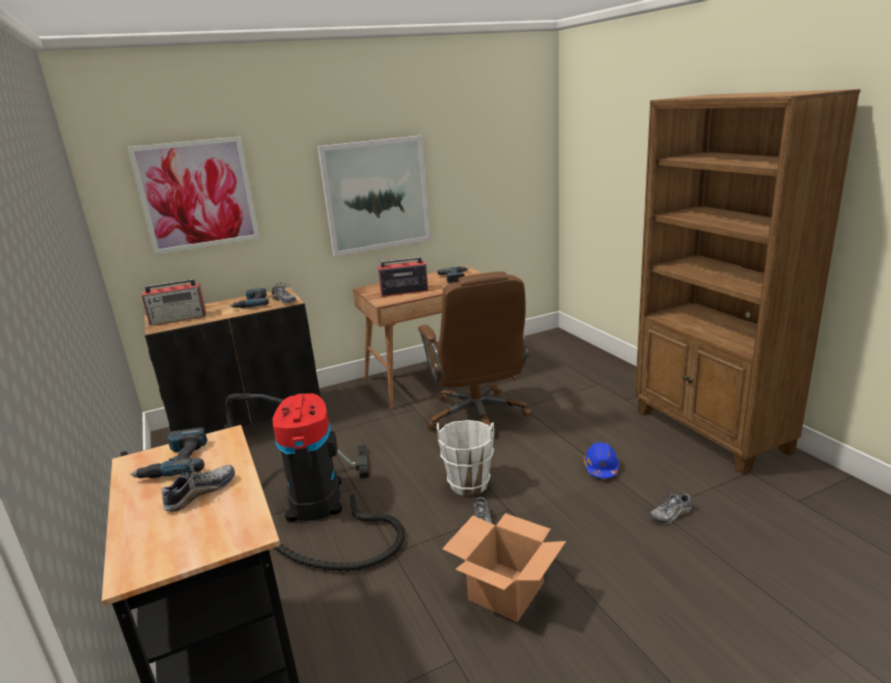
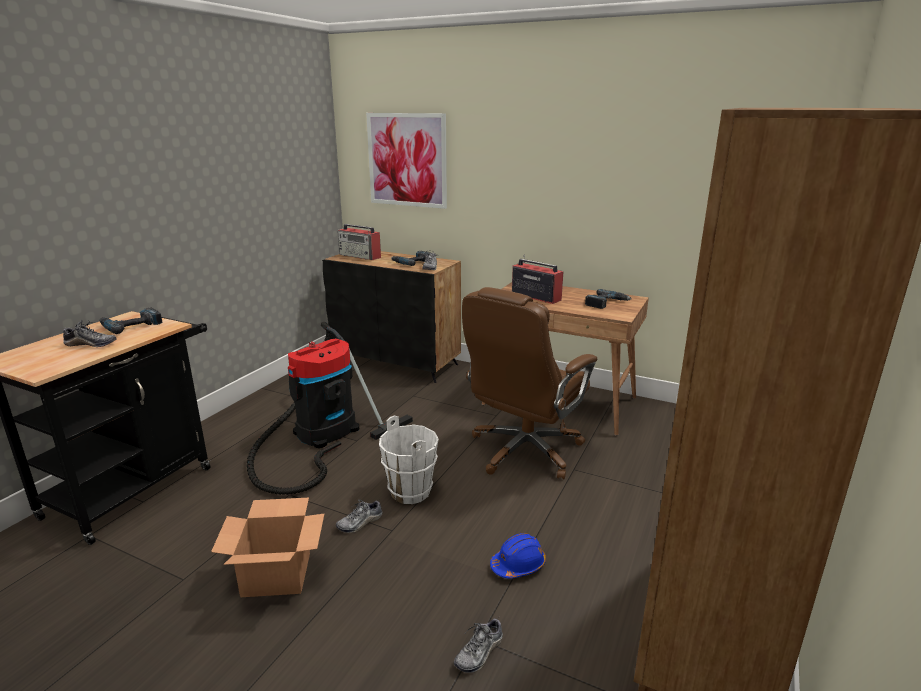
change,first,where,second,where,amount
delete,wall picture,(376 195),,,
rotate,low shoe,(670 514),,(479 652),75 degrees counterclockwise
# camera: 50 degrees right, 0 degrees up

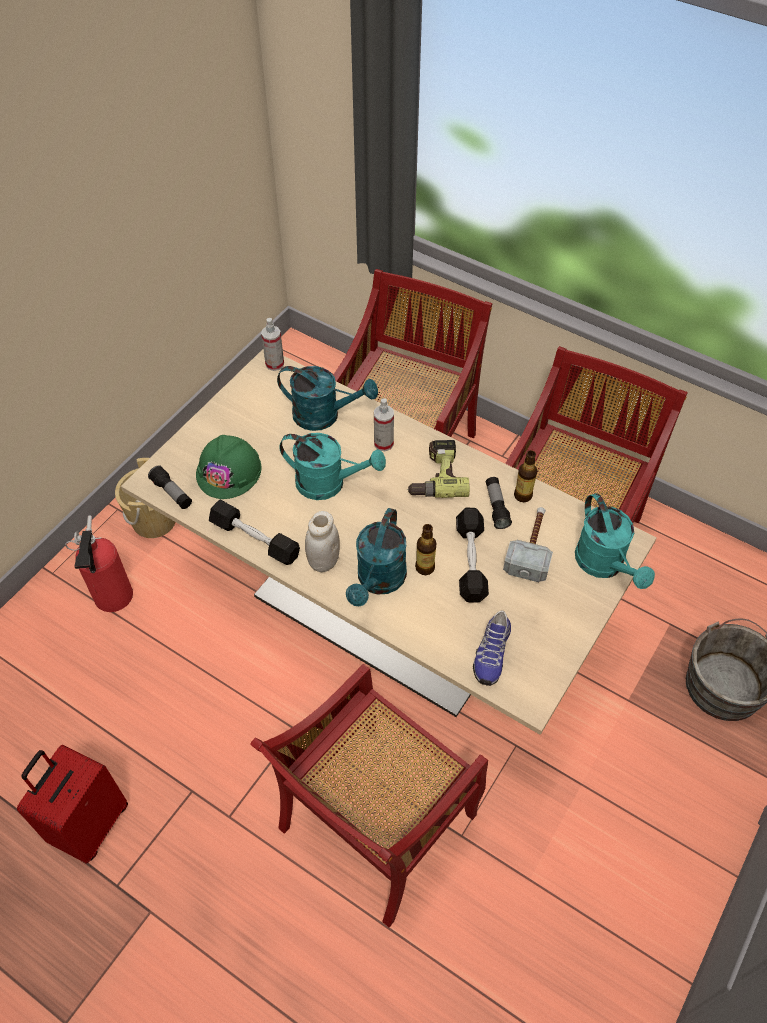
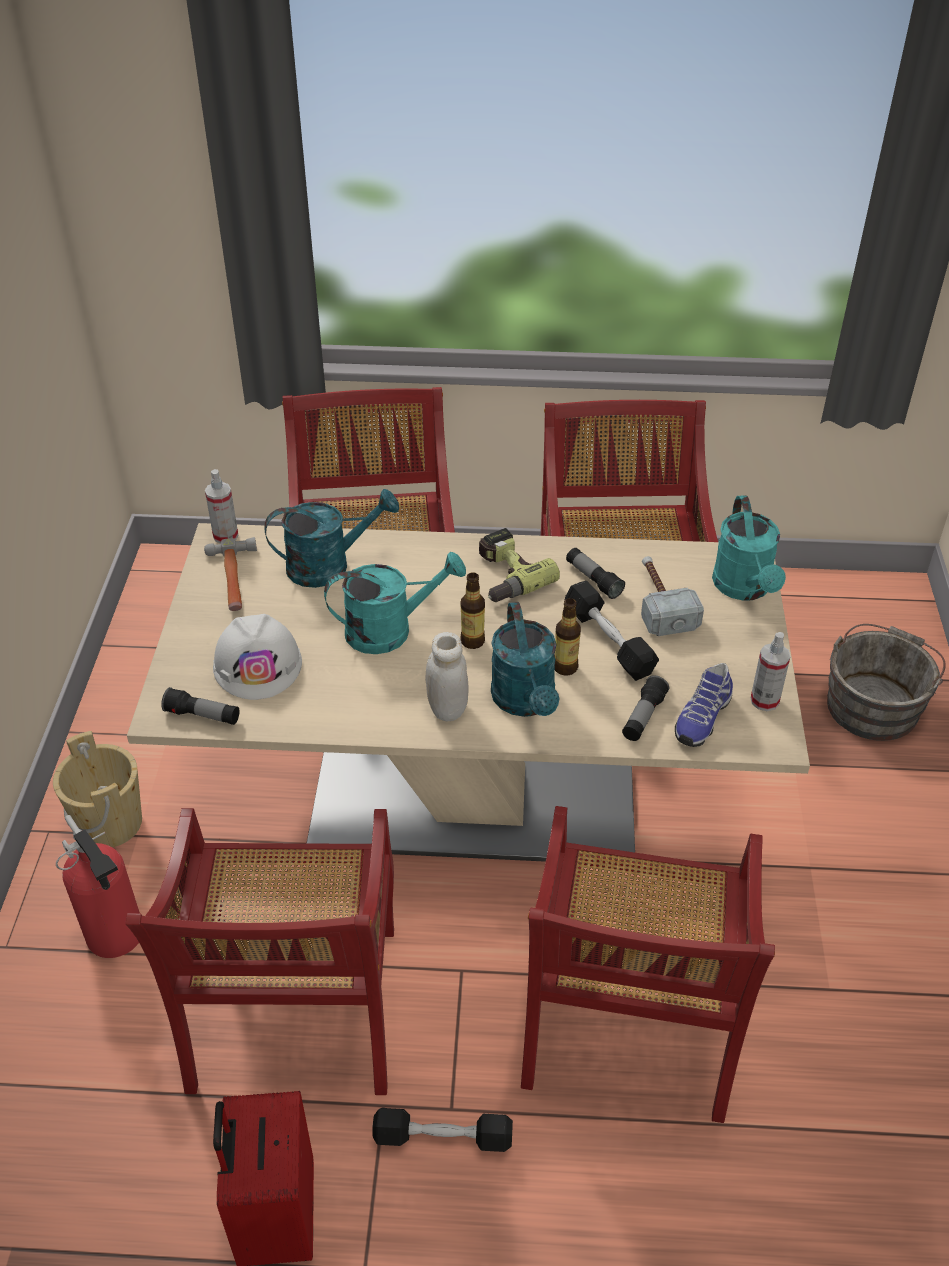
change,first,where,second,where,amount
move,spray bottle,(383 443),,(764 700),
recolor,work helmet (green),(229 471),work helmet (white),(258 664),
move,bottle,(523 495),,(472 641),
rotate,sprinkling can (turquoise),(604 565),,(745 589),45 degrees clockwise
move,hand weight (blackish),(255 539),,(443 1137),
rotate,low shoe,(490 654),,(701 718),45 degrees clockwise
insert,,,tool hammer,(234 580),
insert,,,torch,(643 717),
insert,,,chair (red),(295 1013),
# camera: 30 degrees left, 10 degrees down

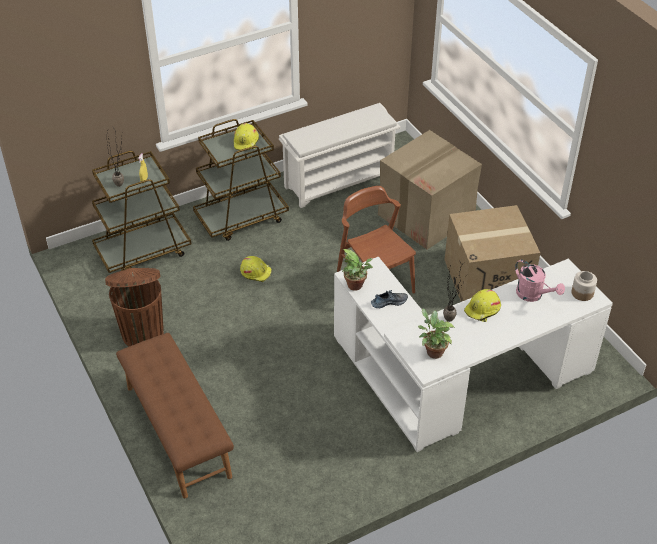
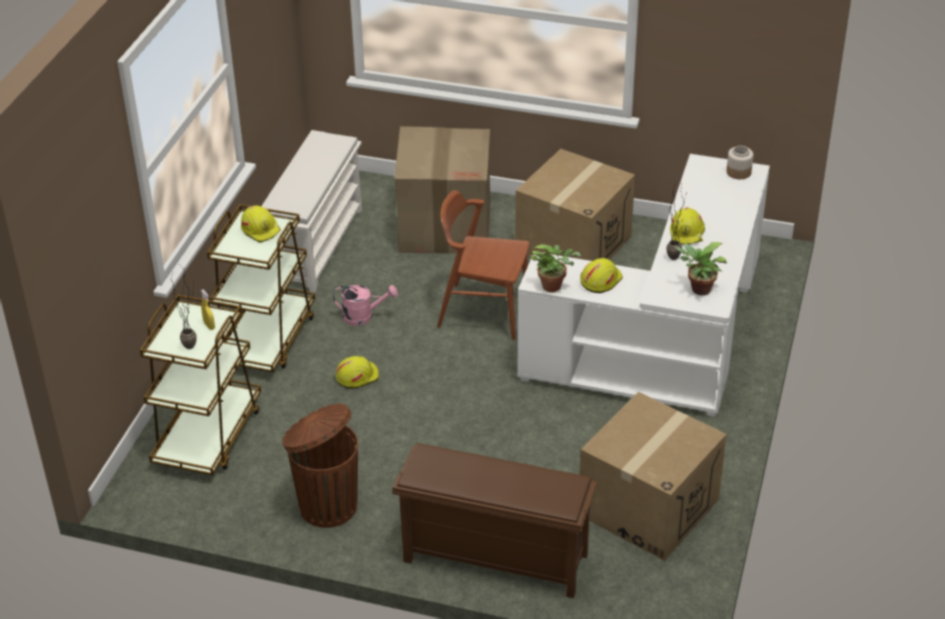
change,first,where,second,where,amount
move,sprinkling can (pink),(533 295),,(363 316),
replace,low shoe,(389 302),work helmet (yellow),(600 280),
replace,indoor bench (brown-coloured),(177 431),shoe stand (brown-coloured),(493 558),
insert,,,cardboard box,(648 506),
# camera: 45 degrees left, 5 degrees down

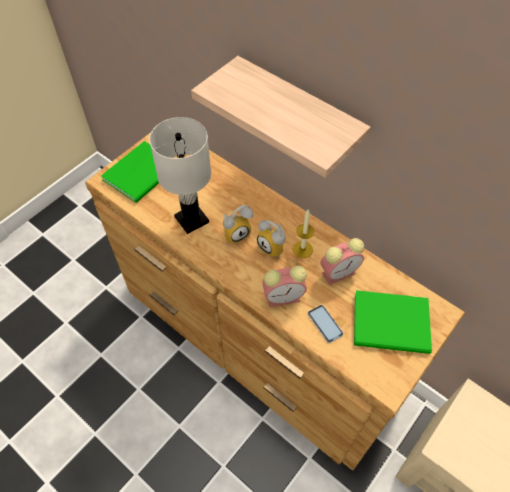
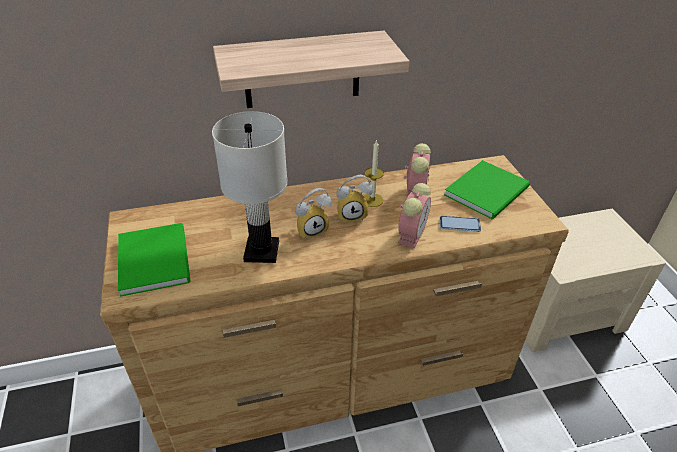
change,first,where,second,where,amount
rotate,bedside clock,(236 233),,(312 229),60 degrees clockwise
# camera: 55 degrees left, 15 degrees down

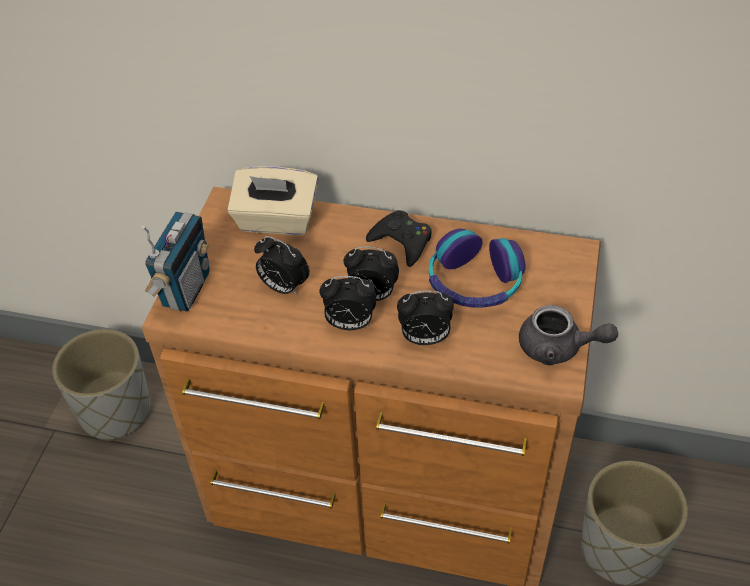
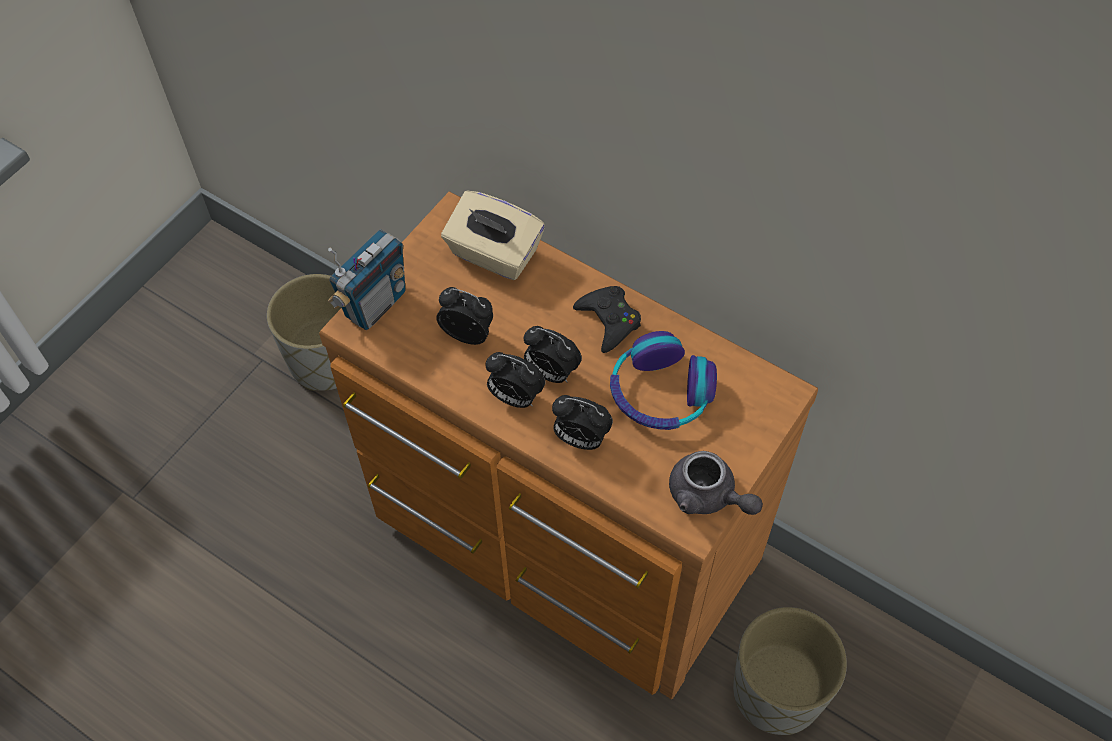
change,first,where,second,where,amount
rotate,bedside clock,(283 287),,(469 334),150 degrees clockwise
# camera: 20 degrees right, 10 degrees up

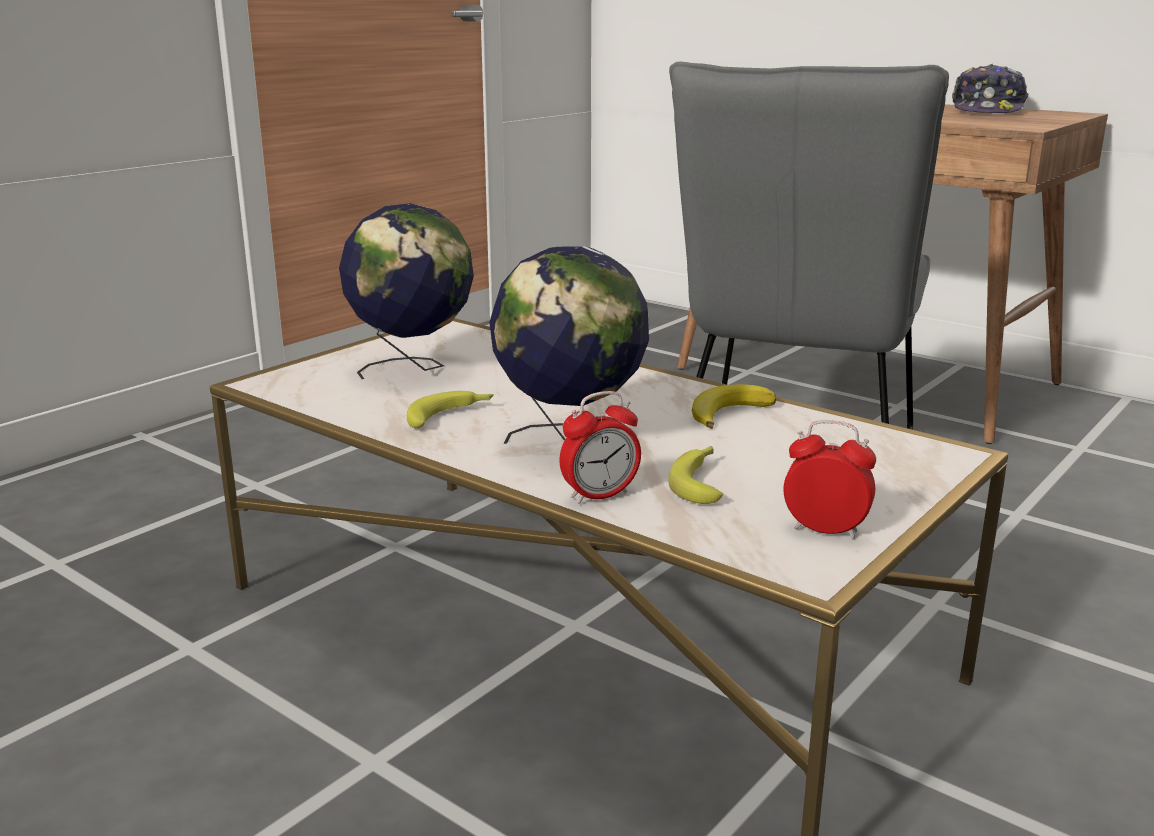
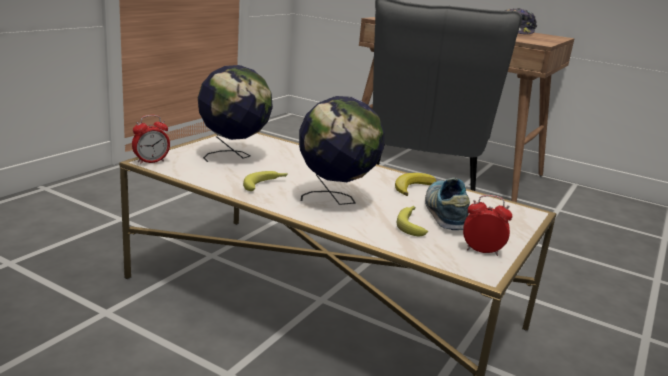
change,first,where,second,where,amount
move,bedside clock,(599 495),,(151 161),
insert,,,low shoe,(445 214),
# camera: 10 degrees left, 0 degrees up

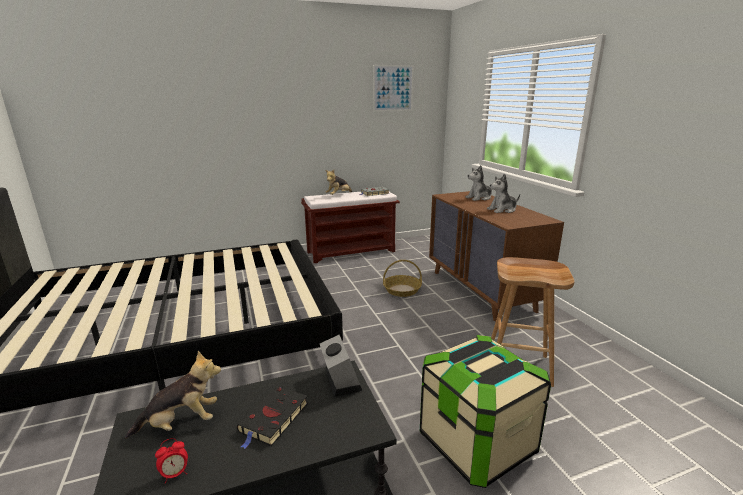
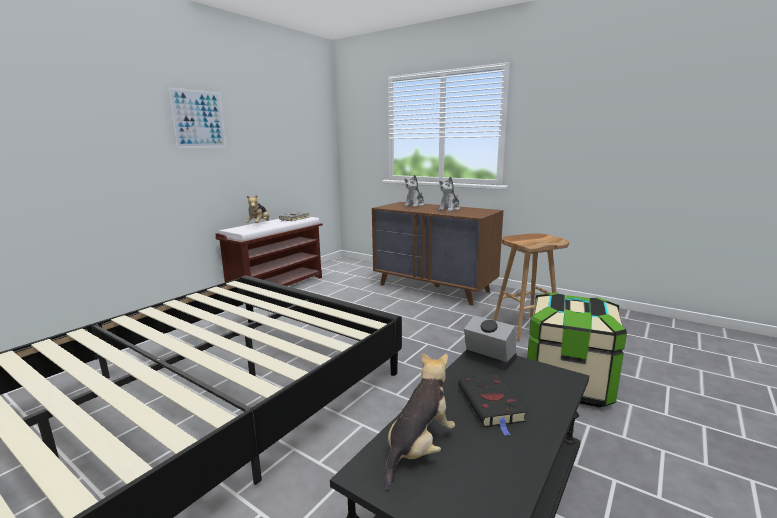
change,first,where,second,where,amount
move,wall picture,(393 88),,(198 119),
delete,household basket,(402 290),,,
delete,bedside clock,(175 474),,,
# camera: 35 degrees left, 5 degrees down

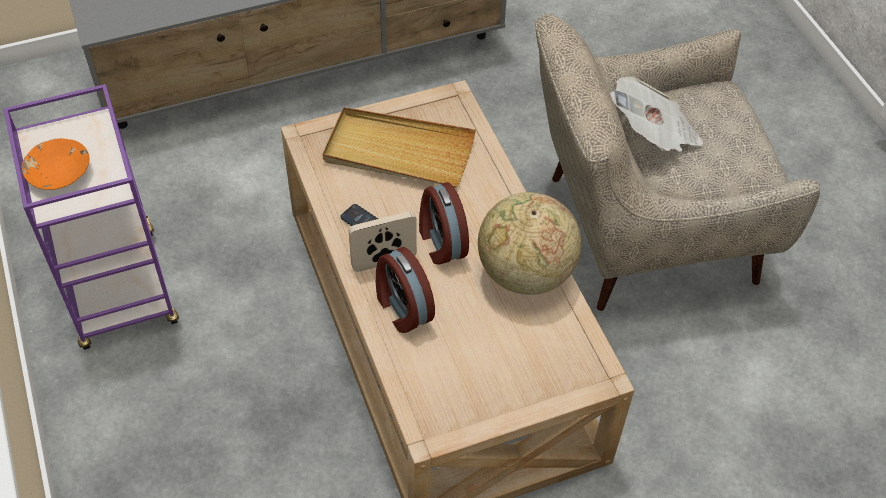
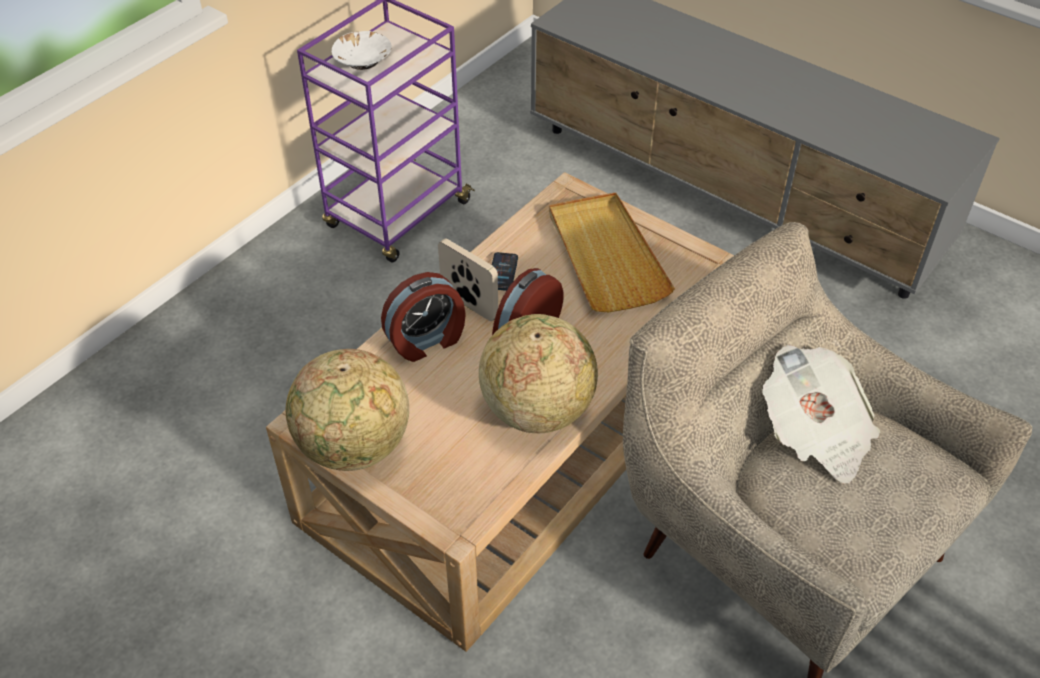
change,first,where,second,where,amount
recolor,serving bowl (orange),(59 173),serving bowl (white),(363 60),
rotate,bedside clock,(402 308),,(427 341),150 degrees counterclockwise
insert,,,world globe,(354 446),
# camera: 60 degrees right, 5 degrees down

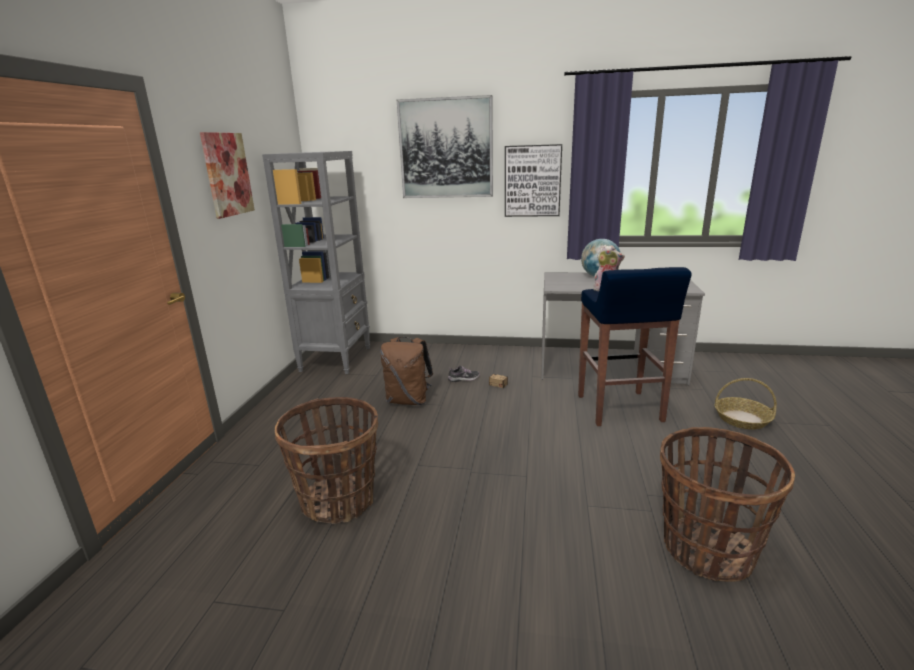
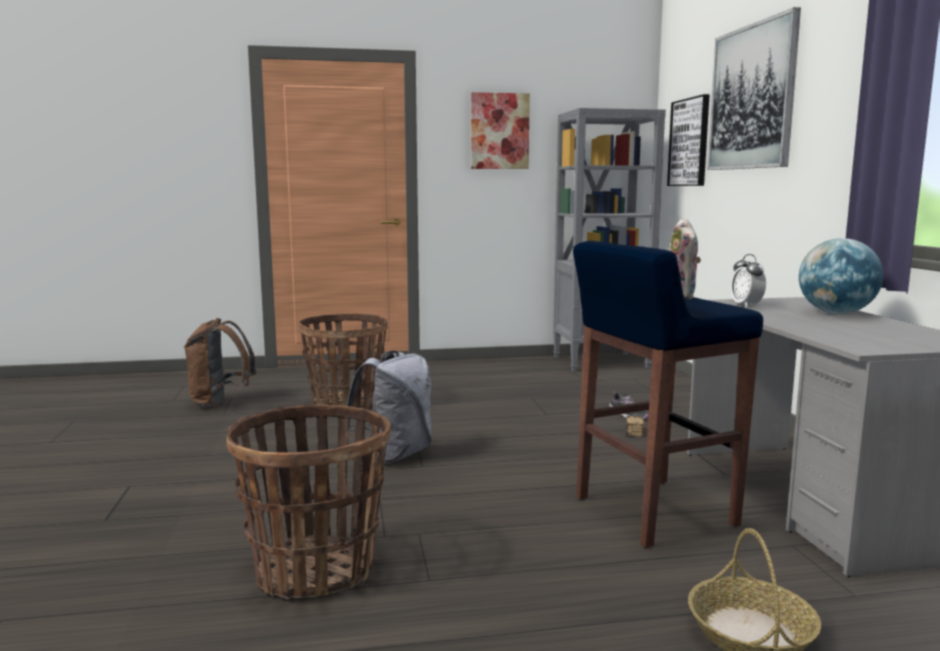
change,first,where,second,where,amount
move,wall picture,(532 181),,(689 142),
move,knapsack (brown-coloured),(408 400),,(220 402),
insert,,,bedside clock,(746 305),
insert,,,knapsack (gray),(394 454),
# camera: 70 degrees right, 10 degrees down

